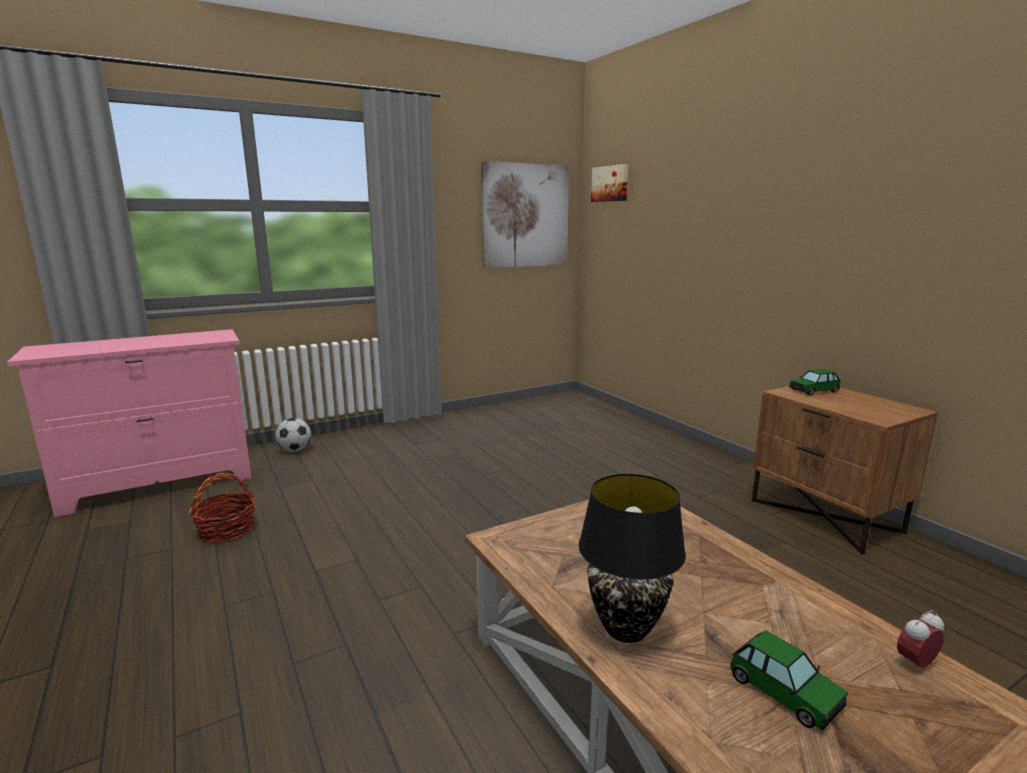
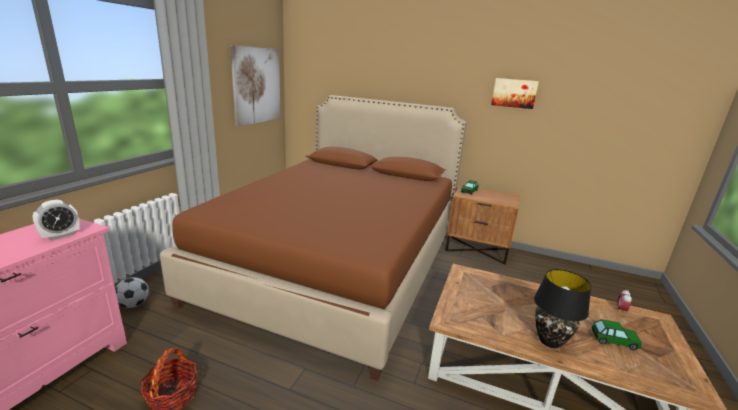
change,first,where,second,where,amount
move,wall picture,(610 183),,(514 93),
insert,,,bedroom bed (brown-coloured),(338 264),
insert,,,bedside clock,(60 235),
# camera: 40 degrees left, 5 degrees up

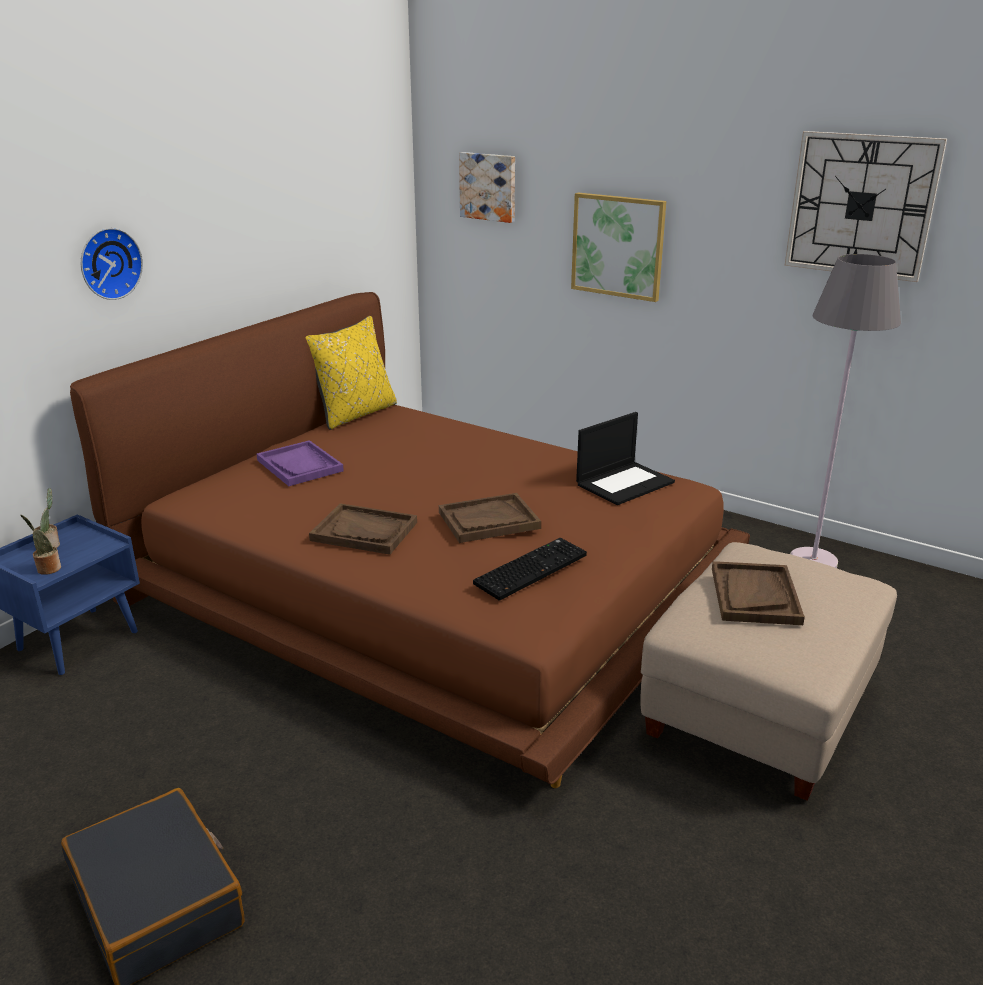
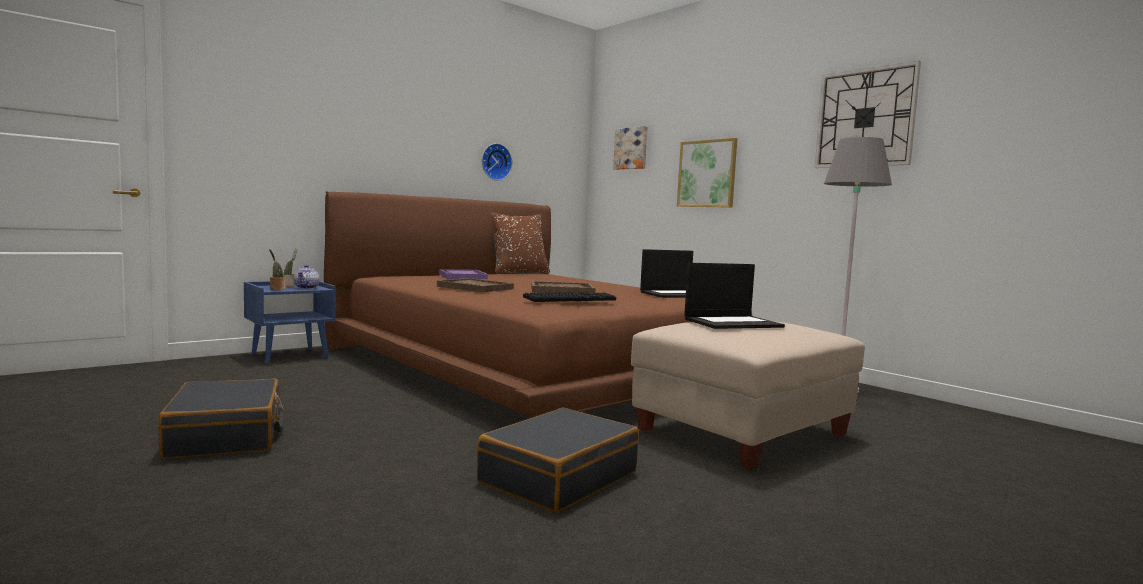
change,first,where,second,where,amount
move,wall clock,(108 263),,(495 162),
recolor,throw pillow (yellow),(355 414),throw pillow (brown-coloured),(518 272),
replace,serving tray (brown-coloured),(754 595),laptop,(733 323),
insert,,,pot for tea,(307 288),
insert,,,piece of luggage (blackish),(558 477),
# camera: 15 degrees right, 20 degrees down

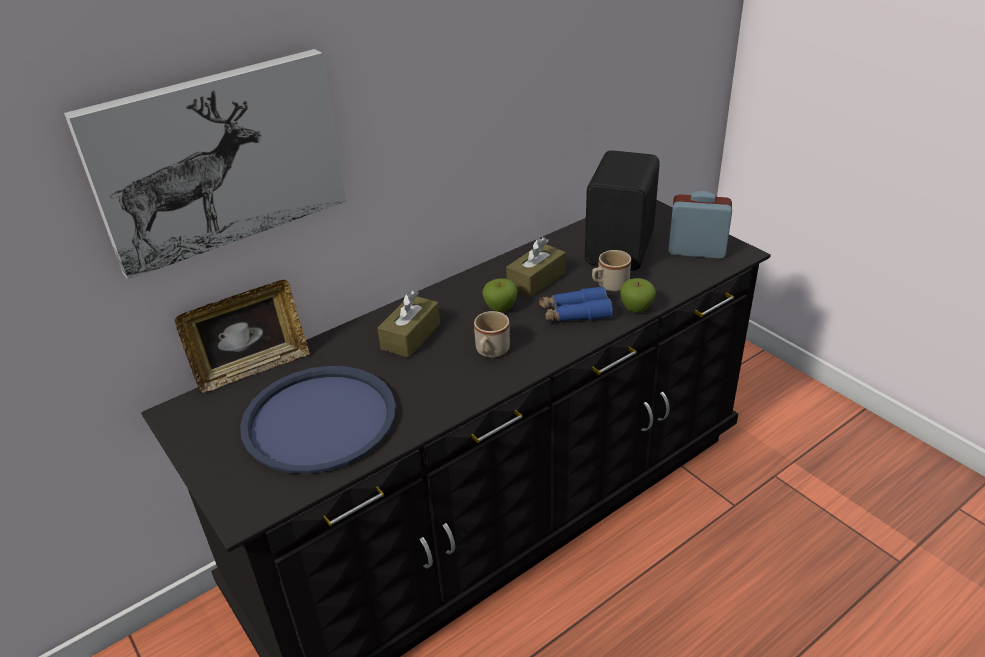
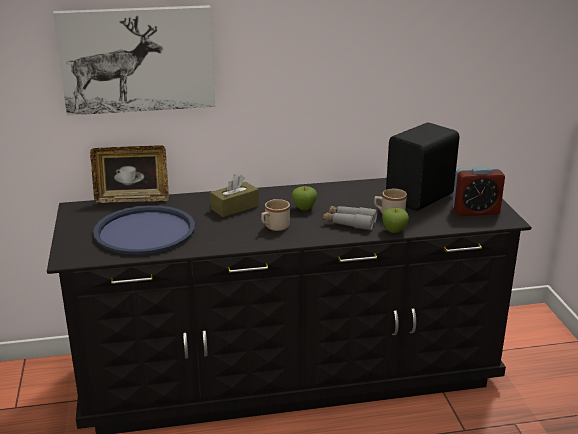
change,first,where,second,where,amount
rotate,bedside clock,(696 250),,(475 211),135 degrees clockwise
delete,tissue holder (brown-coloured),(536 280),,,
recolor,field glasses (blue),(574 313),field glasses (gray),(349 222),
# camera: 25 degrees right, 10 degrees down

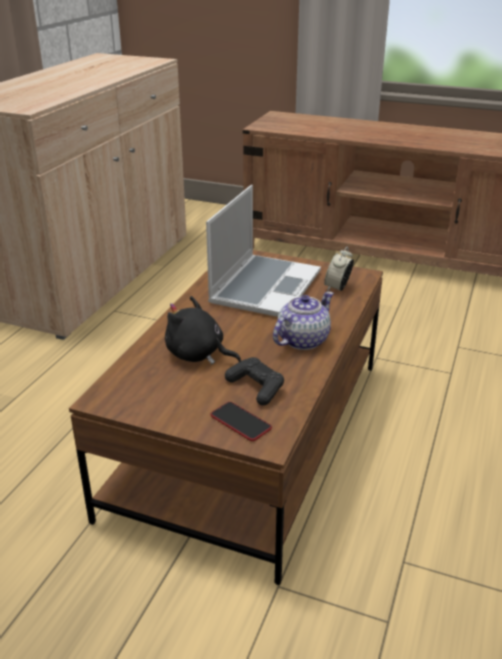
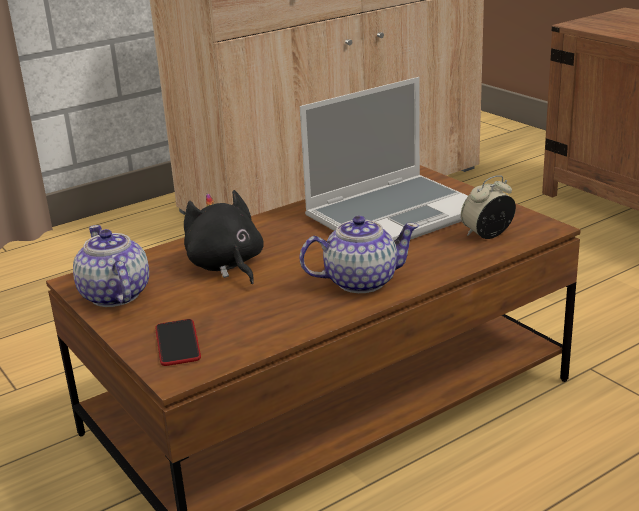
change,first,where,second,where,amount
delete,game controller (blackish),(256 387),,,
insert,,,pot for tea,(114 296),
# camera: 35 degrees right, 5 degrees down

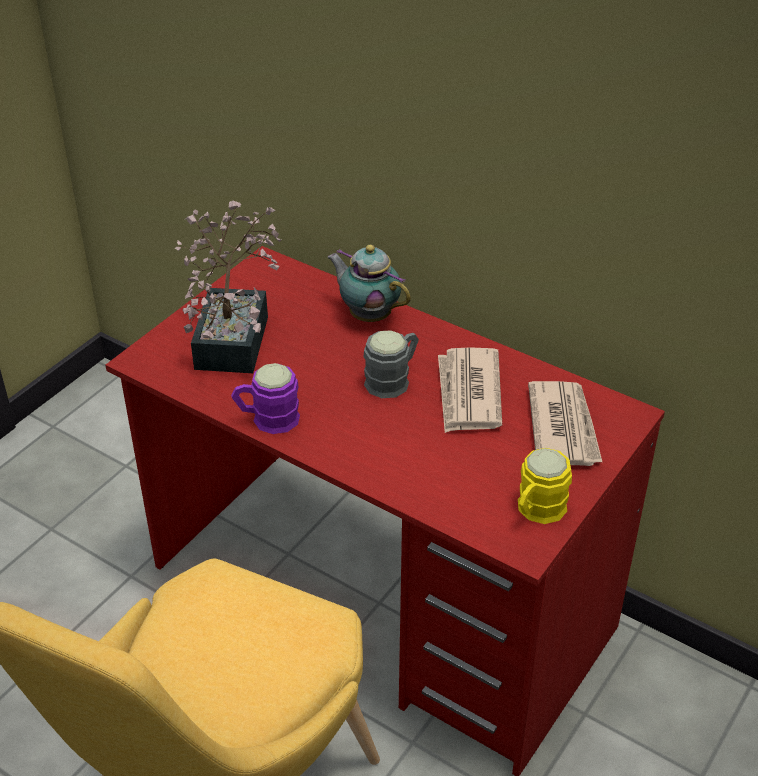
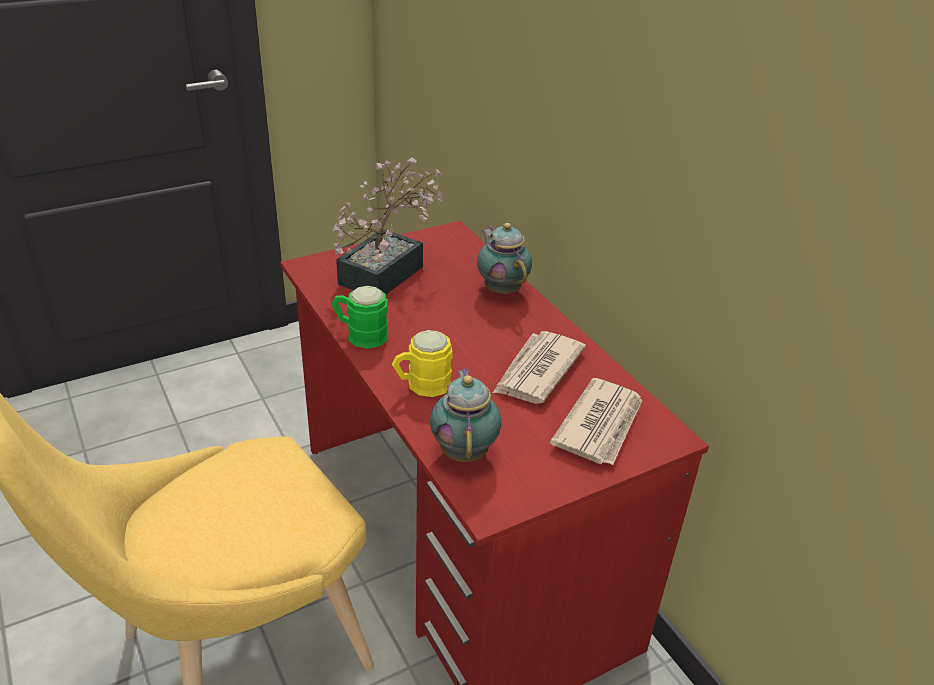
change,first,where,second,where,amount
delete,tea mug (gray),(393 379),,,
recolor,tea mug (purple-coloured),(267 419),tea mug (green),(360 334),
move,tea mug (yellow),(536 511),,(421 385),
insert,,,pot for tea,(464 450),
# camera: 25 degrees right, 5 degrees down

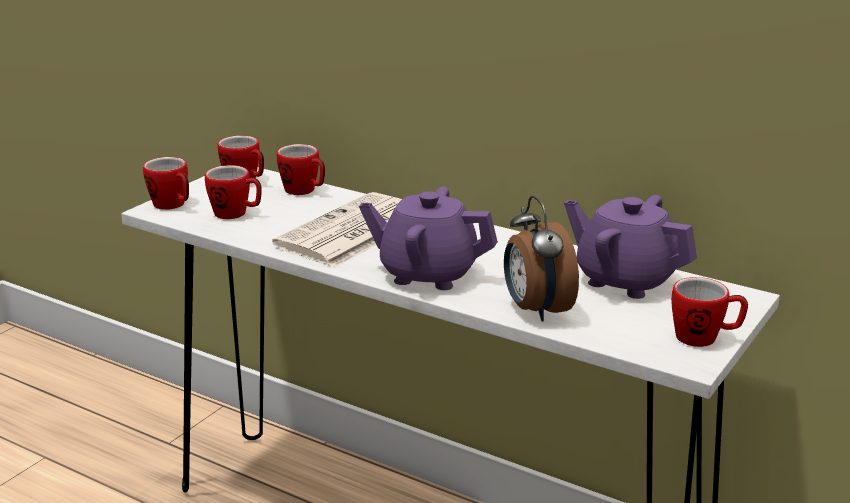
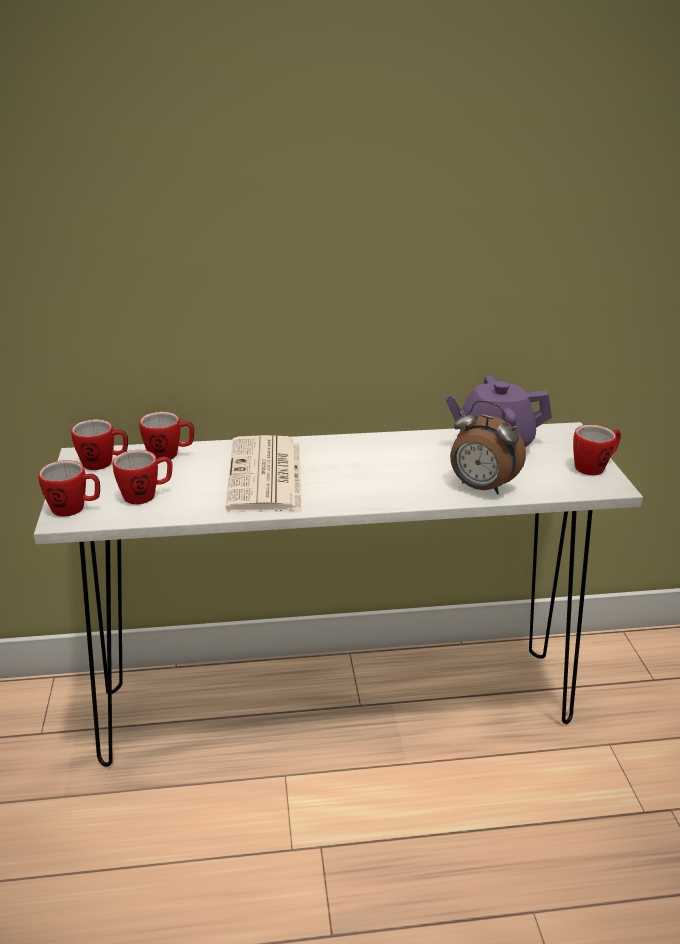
change,first,where,second,where,amount
delete,pot for tea (purple-coloured),(428 274),,,
# camera: 40 degrees left, 5 degrees up

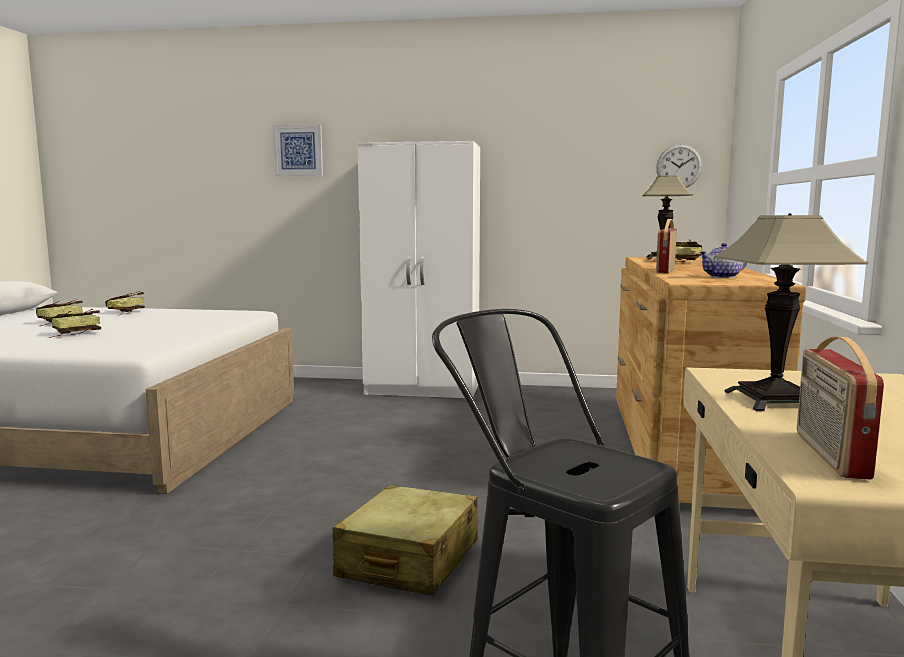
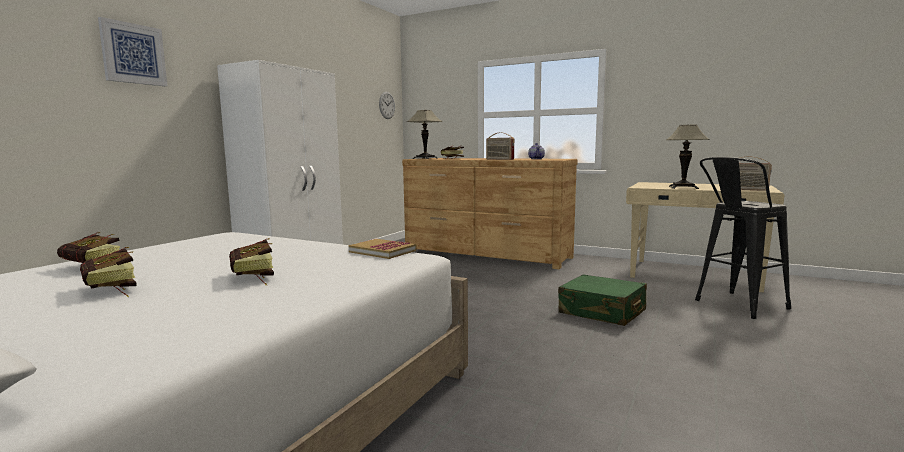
change,first,where,second,where,amount
recolor,piece of luggage (beige),(409 560),piece of luggage (green),(602 312),
insert,,,volume,(382 251),
# camera: 70 degrees left, 0 degrees up

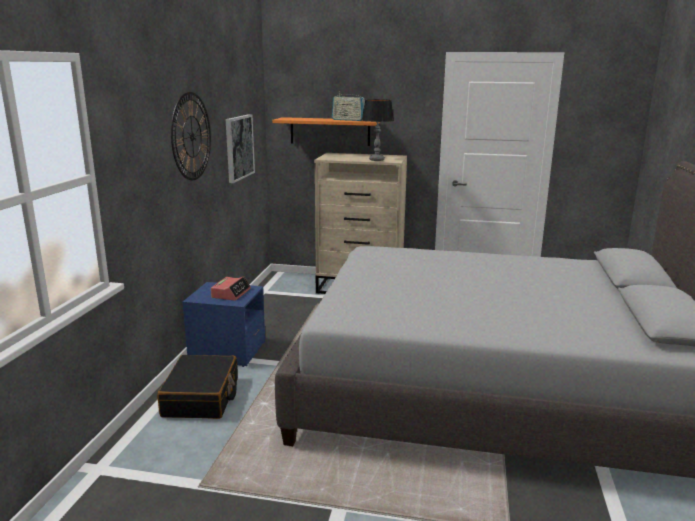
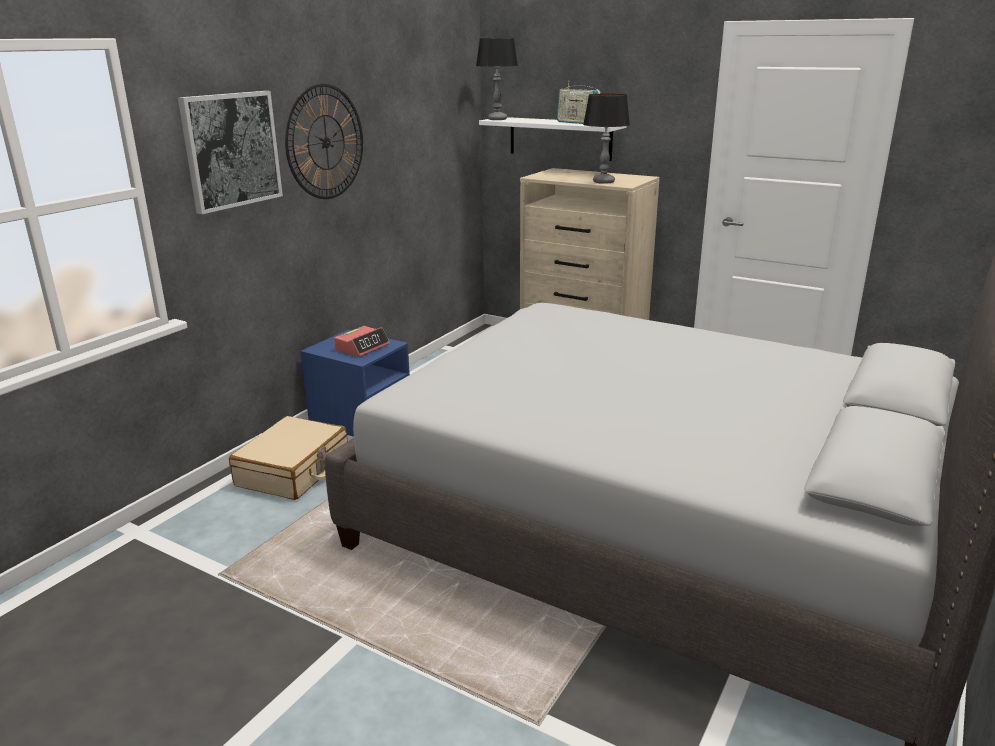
change,first,where,second,where,amount
move,wall picture,(239 147),,(231 150),
recolor,shelf (orange),(330 131),shelf (white),(560 138),
recolor,piece of luggage (blackish),(201 397),piece of luggage (beige),(293 471),
insert,,,lamp for a table,(497 119),
# camera: 20 degrees right, 5 degrees up

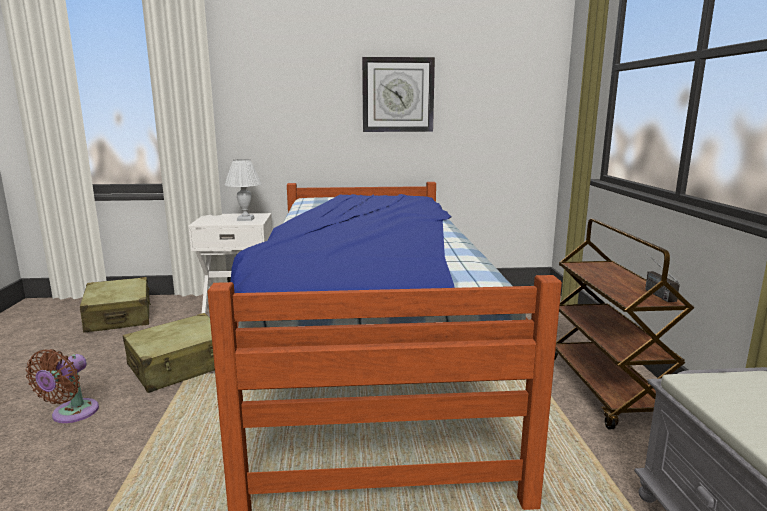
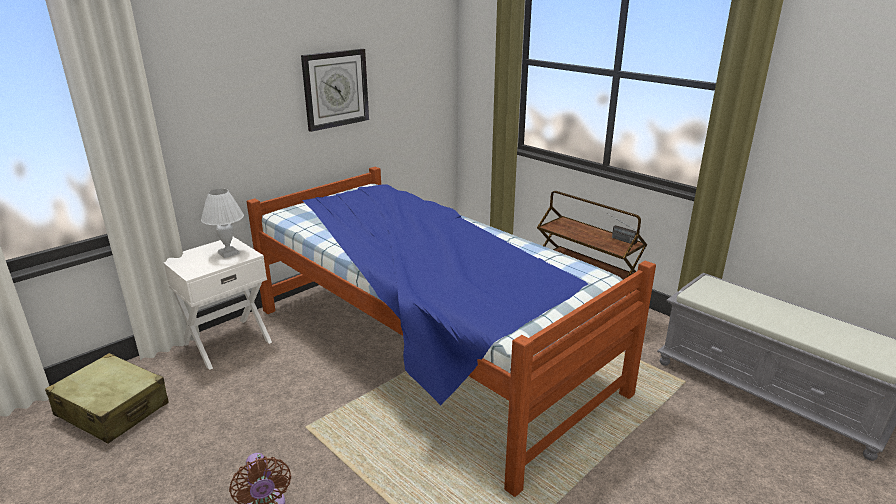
change,first,where,second,where,amount
delete,piece of luggage (beige),(181 366),,,
# camera: 40 degrees left, 10 degrees up

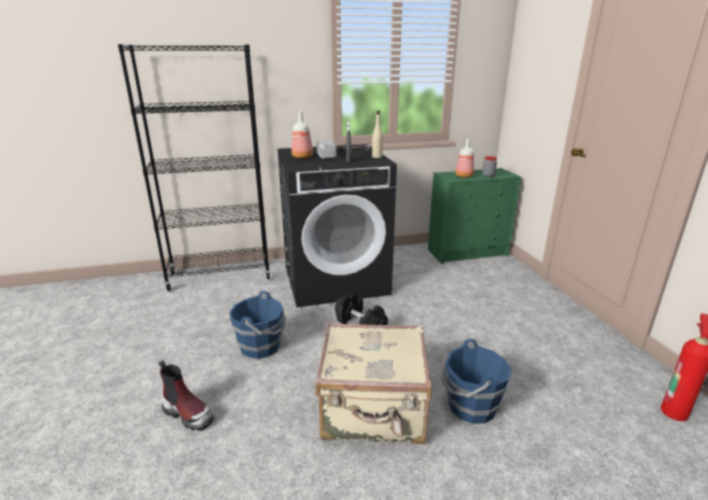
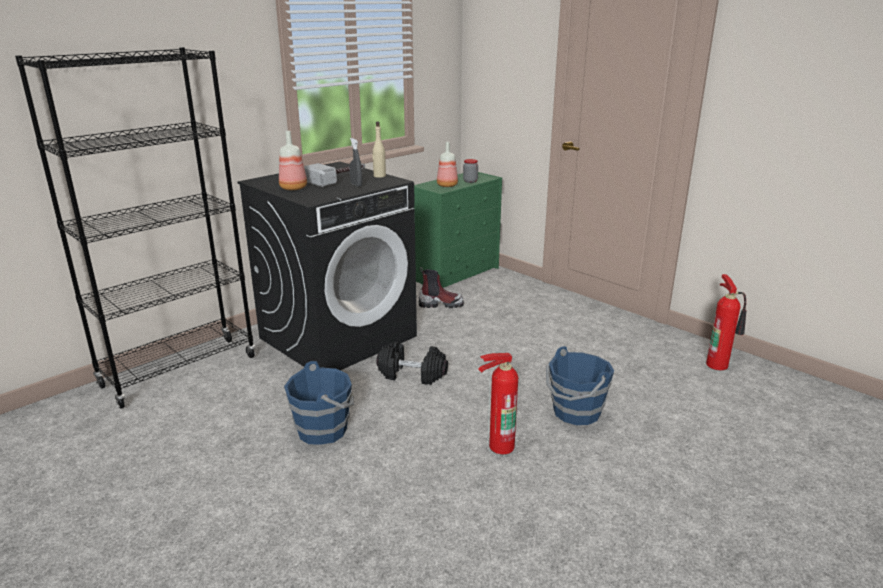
change,first,where,second,where,amount
replace,piece of luggage (beige),(373 411),fire extinguisher,(498 445),
move,boot,(188 414),,(440 304),
# camera: 30 degrees left, 0 degrees up

